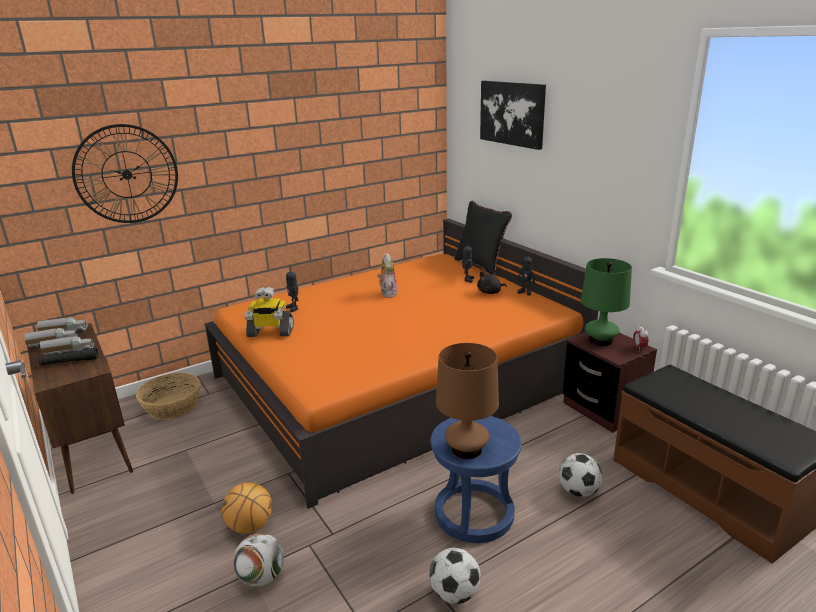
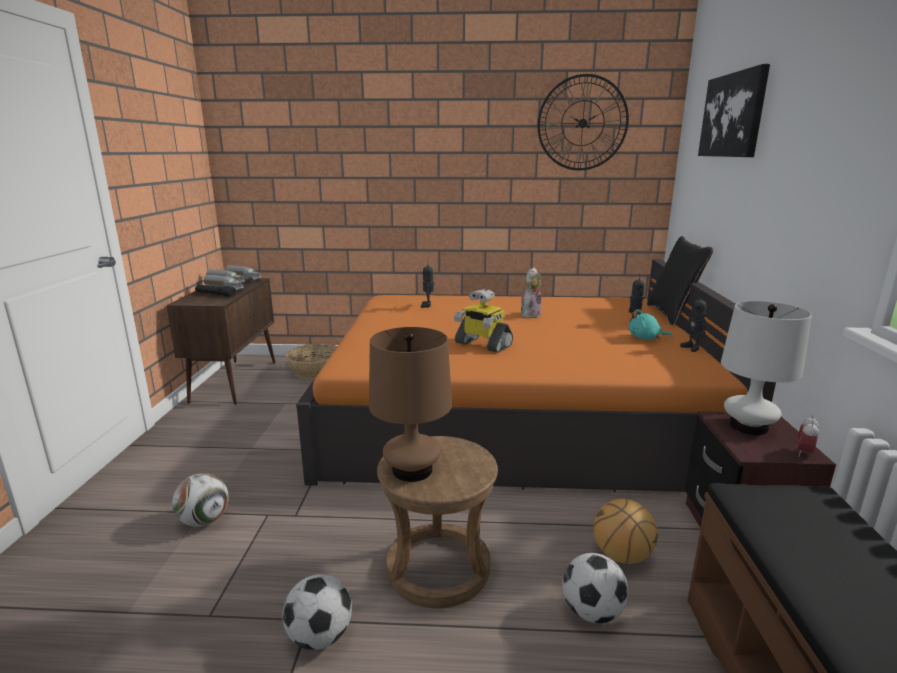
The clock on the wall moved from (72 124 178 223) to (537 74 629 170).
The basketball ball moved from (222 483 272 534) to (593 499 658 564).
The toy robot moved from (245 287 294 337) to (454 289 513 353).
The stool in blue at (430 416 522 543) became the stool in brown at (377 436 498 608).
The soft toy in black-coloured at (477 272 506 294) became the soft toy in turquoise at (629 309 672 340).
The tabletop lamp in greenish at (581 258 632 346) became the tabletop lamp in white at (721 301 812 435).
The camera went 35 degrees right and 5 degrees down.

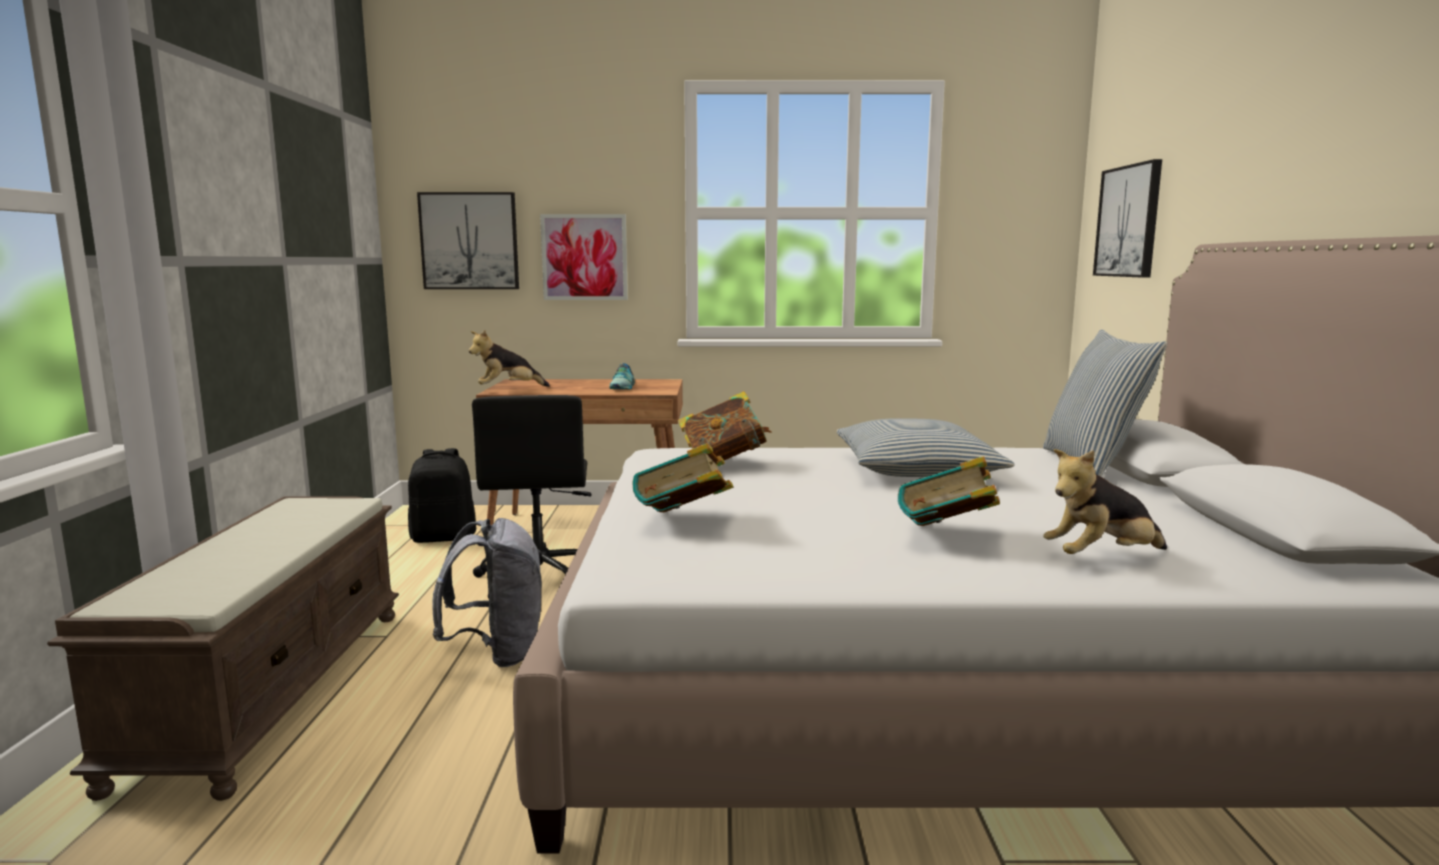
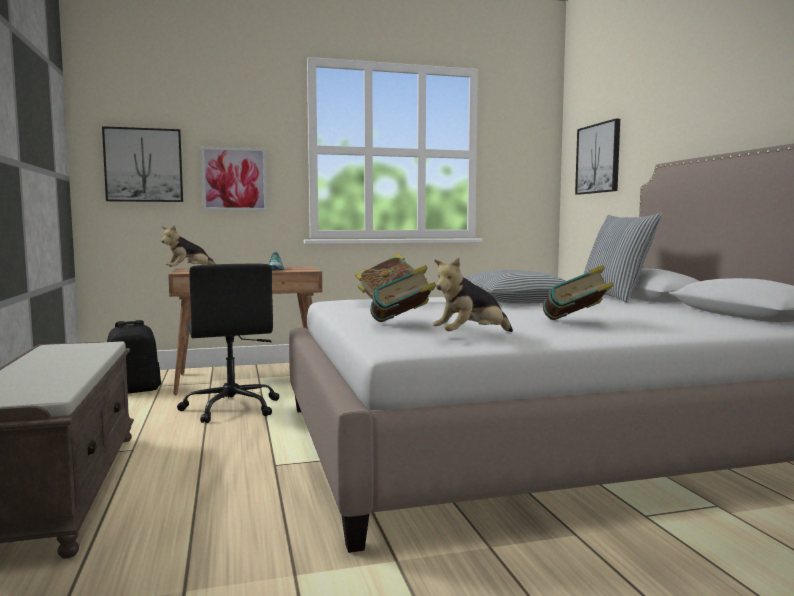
The rucksack in greyish at (432 518 542 667) disappeared.
The soft toy moved from (1043 449 1167 554) to (433 258 513 332).
The camera went 15 degrees left and 5 degrees down.

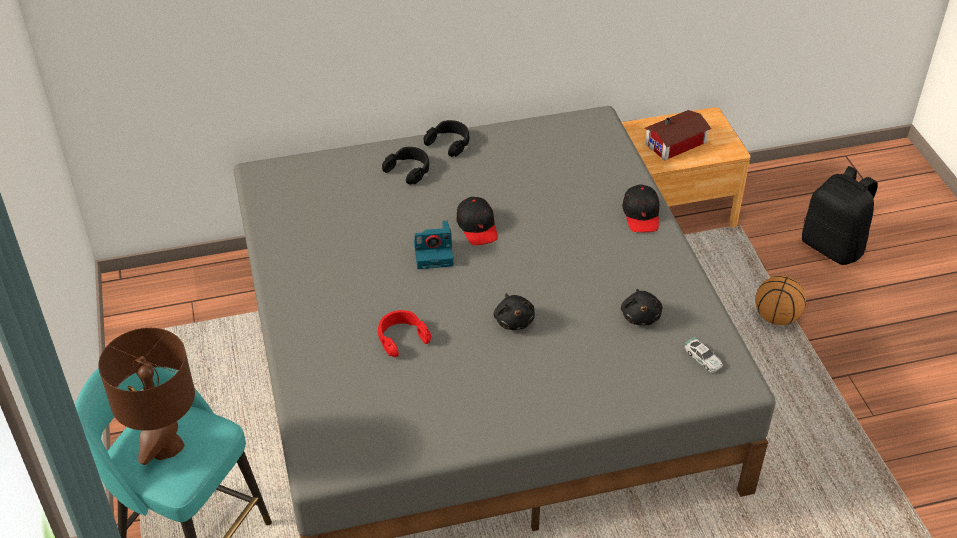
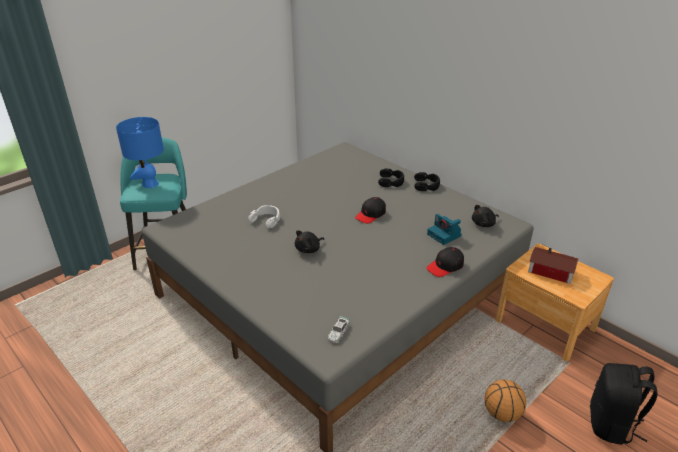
The photo camera moved from (414 221 453 269) to (427 214 462 245).
The soft toy in black-coloured moved from (621 289 662 326) to (472 205 499 227).
The tabletop lamp in brown at (98 328 195 465) became the tabletop lamp in blue at (116 117 164 188).
The headphones in red-coloured at (378 310 431 357) became the headphones in white at (249 205 280 228).
The camera went 60 degrees right and 10 degrees down.

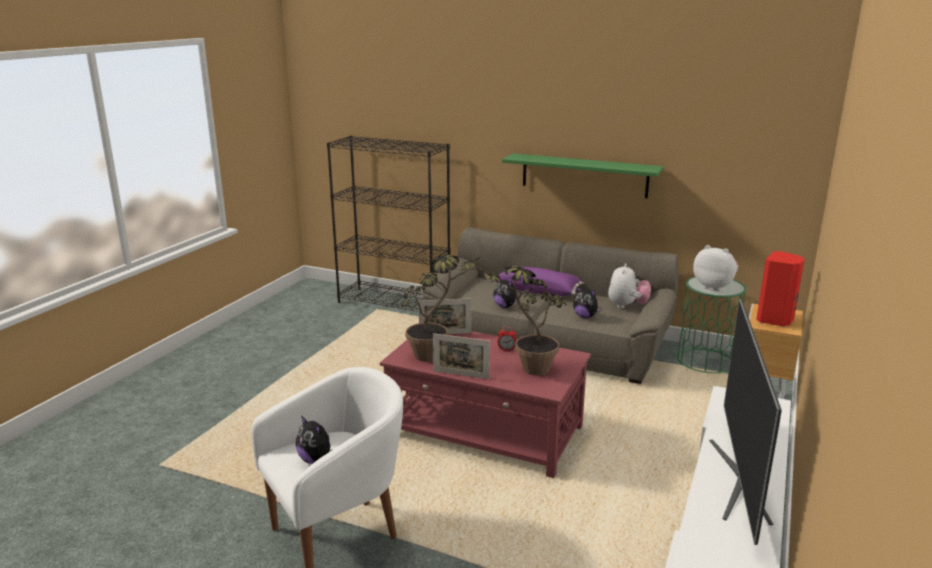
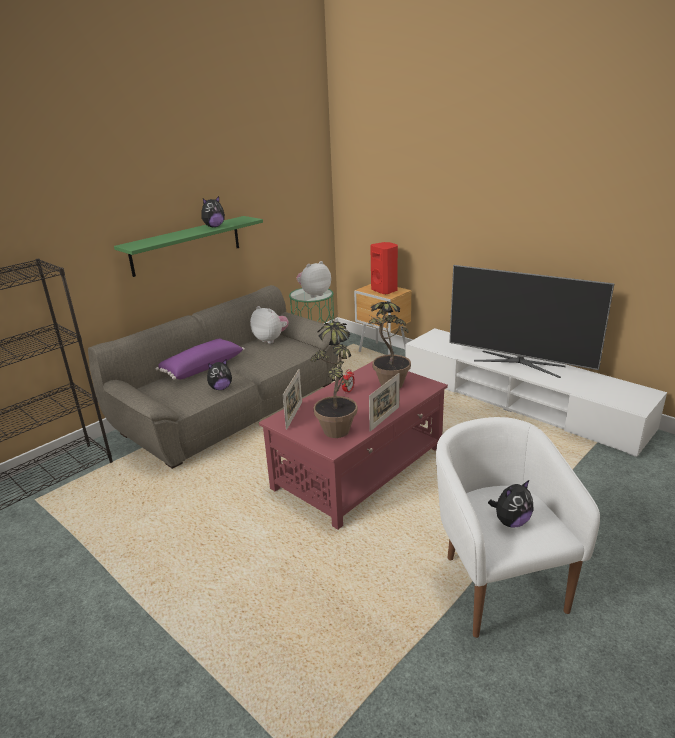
The soft toy moved from (573 287 602 318) to (201 196 225 227).
The camera went 70 degrees left and 5 degrees up.

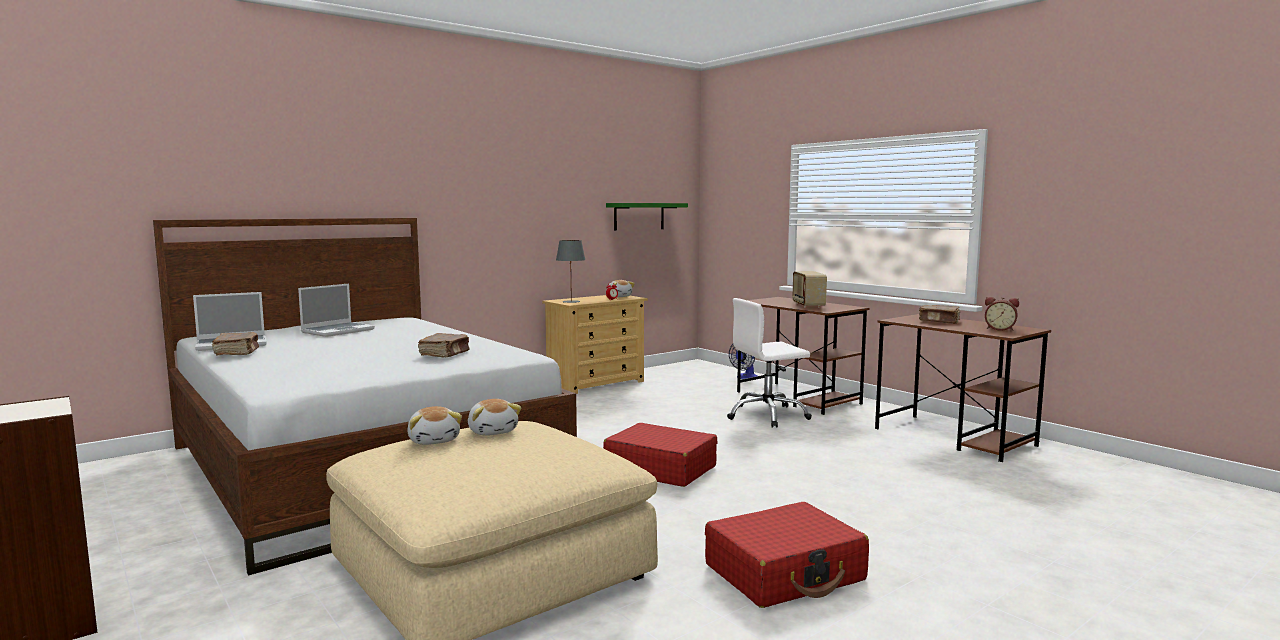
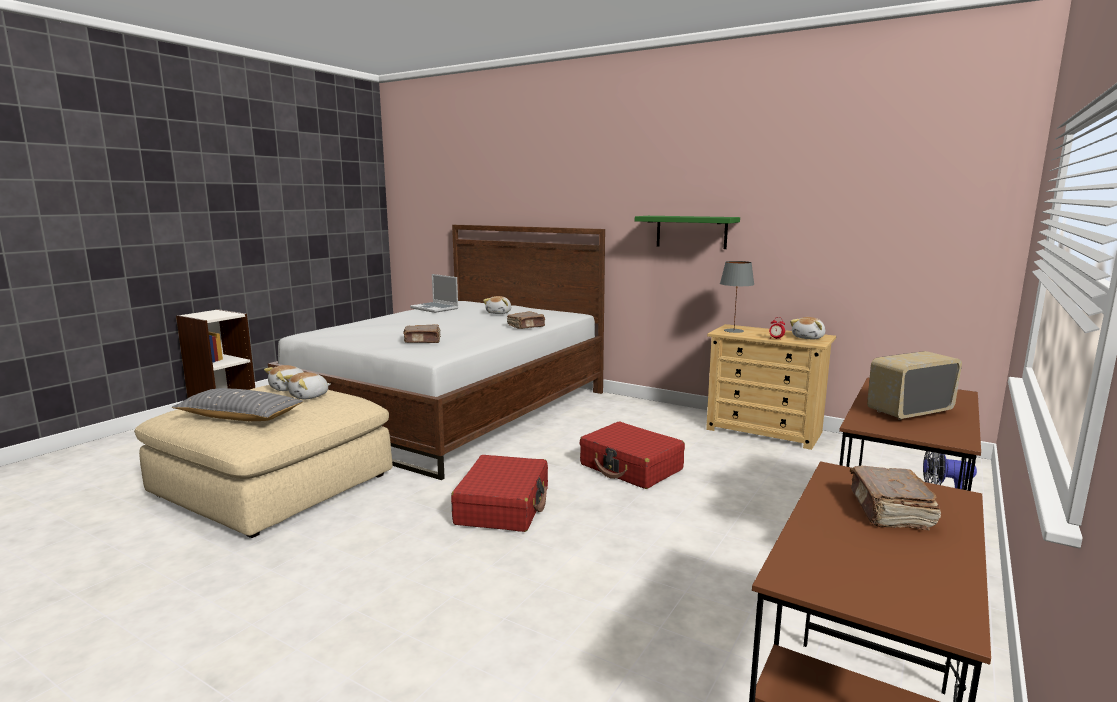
The desk chair in white at (727 298 812 428) disappeared.
The bedside clock at (985 297 1019 331) disappeared.
The pillow in greyish at (172 388 303 421) appeared.
The volume in brown moved from (212 332 259 355) to (507 311 545 329).
The wall shelf in greenish moved from (606 203 688 230) to (635 216 740 249).
The travel case in red-coloured moved from (705 502 869 608) to (579 421 685 489).
The laptop at (298 284 375 337) was replaced by the soft toy at (483 296 511 314).
The camera went 70 degrees right and 5 degrees up.

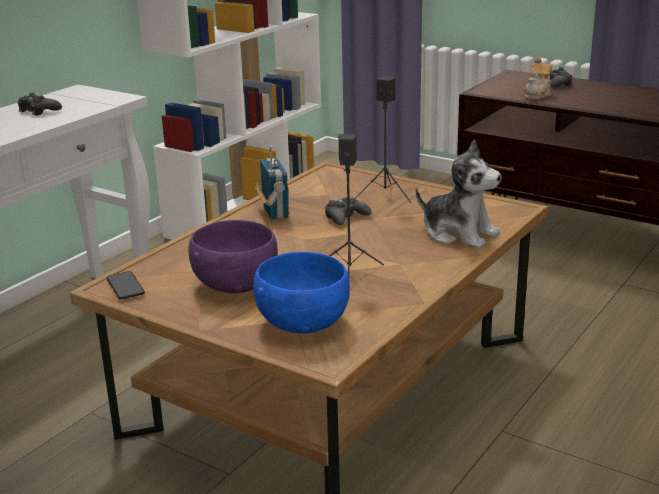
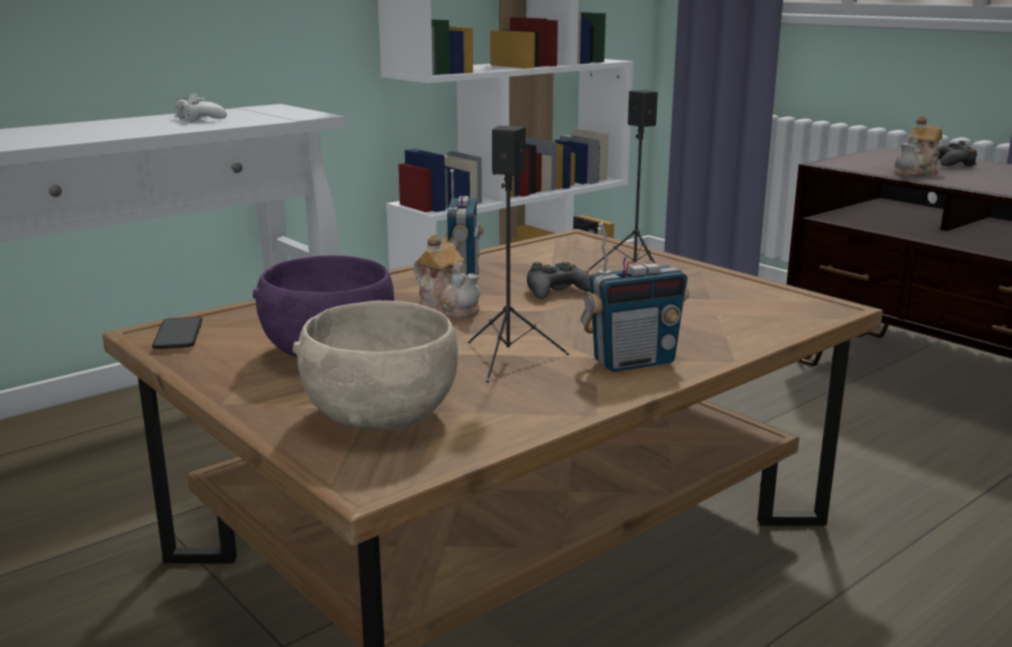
The soft toy at (415 140 502 248) disappeared.
The tea pot at (414 234 480 318) appeared.
The radio at (581 222 689 372) appeared.
The gamepad in black-coloured at (18 93 62 116) became the gamepad in white at (175 95 227 122).
The serving bowl in blue at (253 252 350 333) became the serving bowl in beige-coloured at (293 301 458 430).
The camera went 15 degrees right and 5 degrees down.

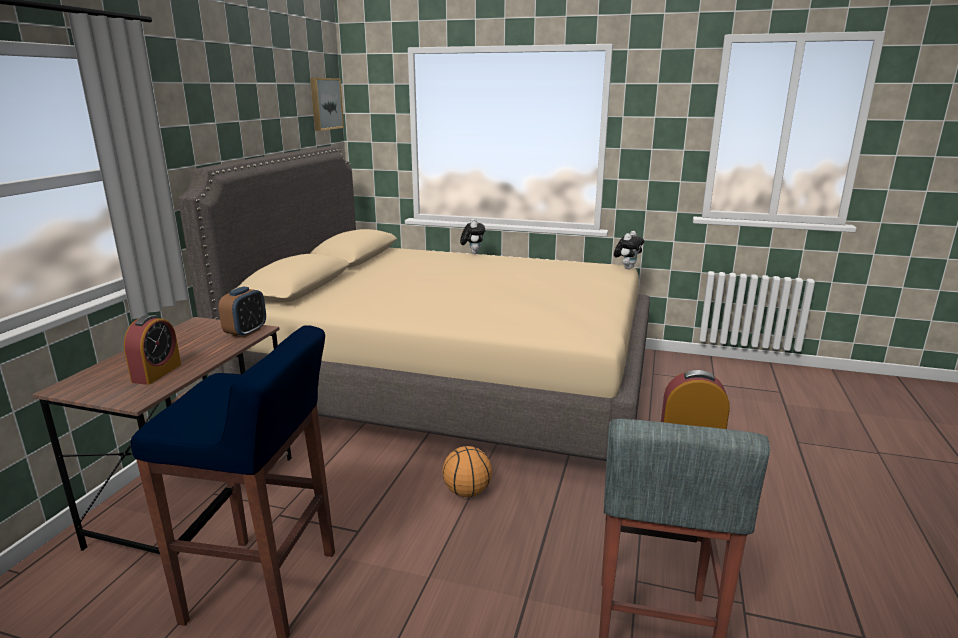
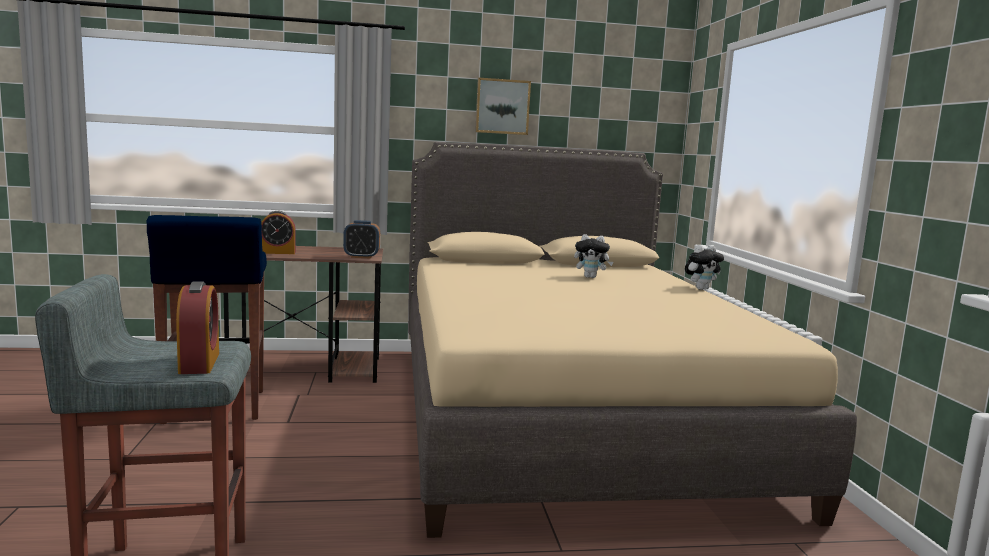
The basketball ball at (442 446 492 497) disappeared.
The wall picture moved from (310 78 344 131) to (475 78 531 135).
The soft toy moved from (614 231 644 269) to (574 234 614 278).
The camera went 65 degrees right and 10 degrees down.

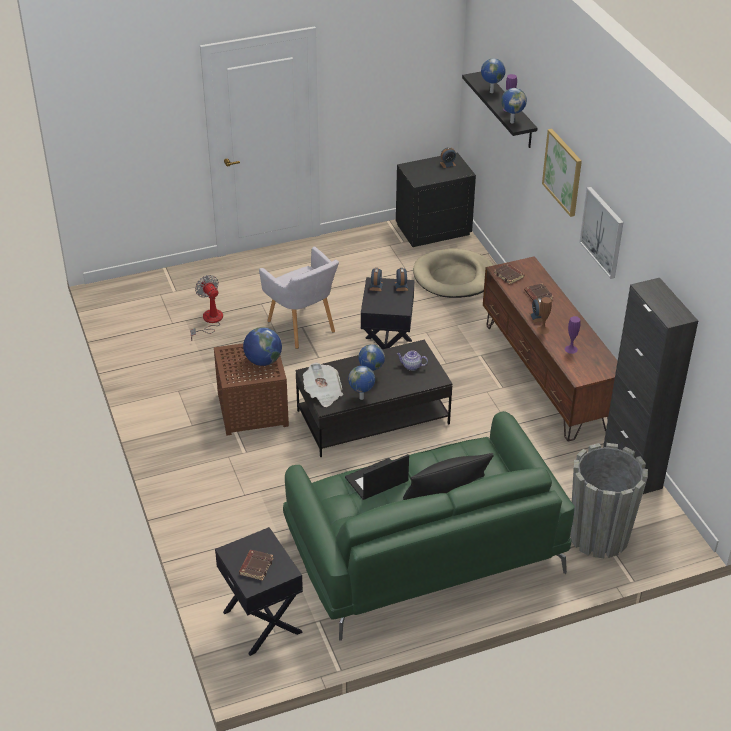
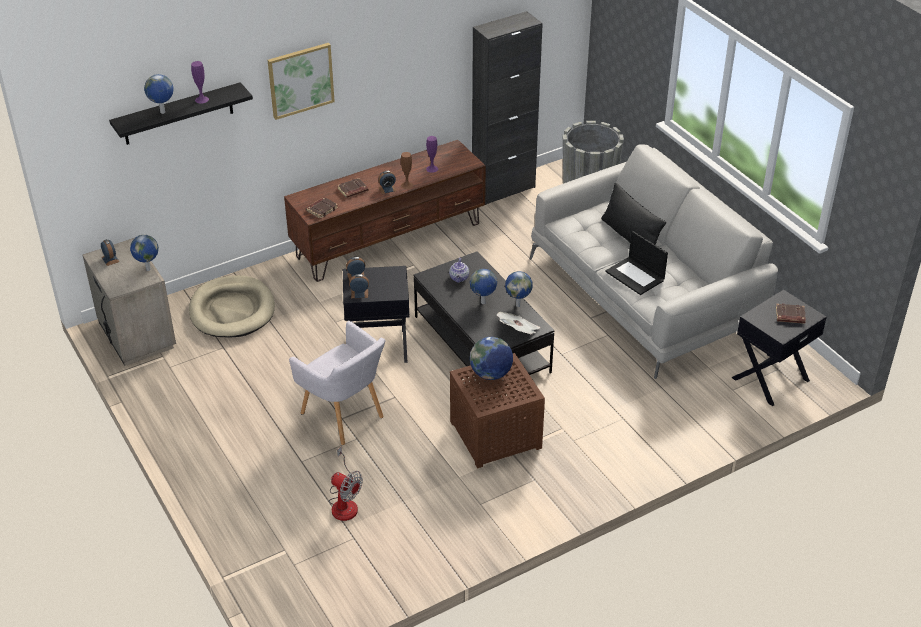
The wall picture at (579 187 624 279) disappeared.
The globe moved from (501 88 527 123) to (130 235 159 271).
The settee in greenish at (283 411 575 641) became the settee in greyish at (530 144 778 379).
The bedside table in black-coloured at (396 152 476 247) became the bedside table in beige-coloured at (82 238 176 366).
The cooling fan at (190 275 223 341) turned 105 degrees counterclockwise.
The armchair in greyish at (259 246 339 349) turned 90 degrees clockwise.
The camera went 100 degrees left and 0 degrees up.

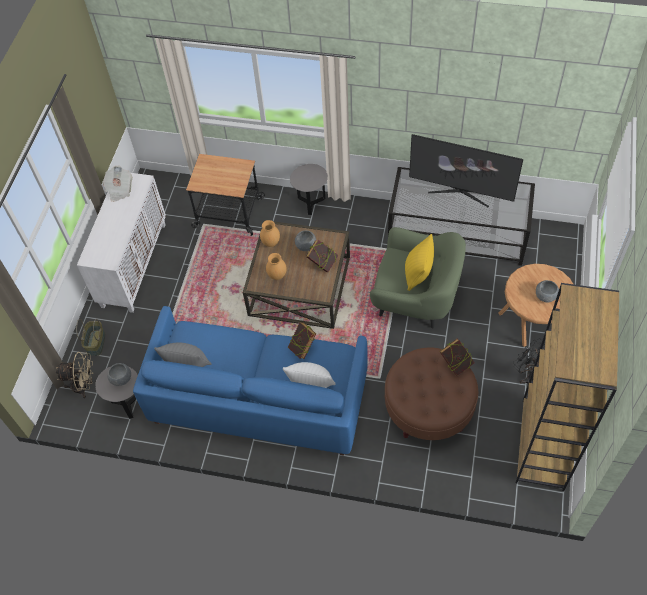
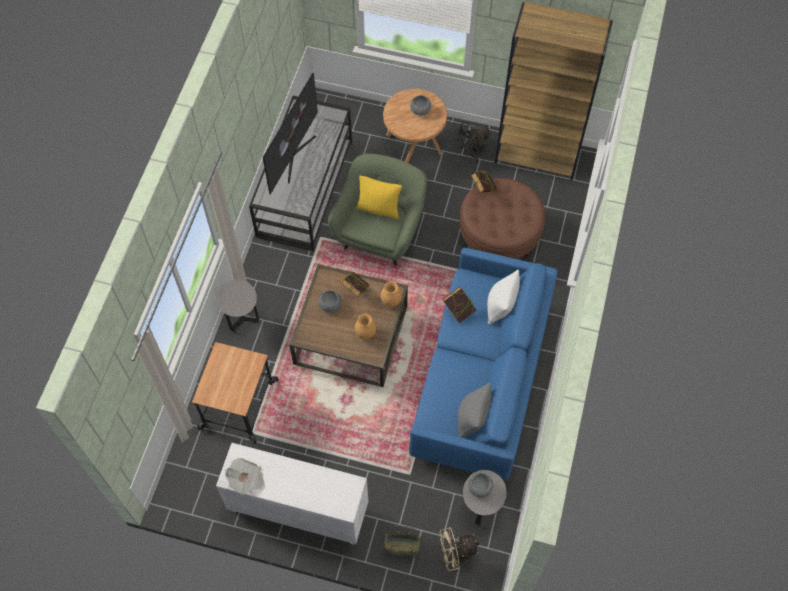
The flower vase in brown moved from (260 220 280 247) to (381 281 402 307).
The cooling fan in beige-coloured at (56 352 93 398) turned 105 degrees counterclockwise.
The camera went 90 degrees left and 5 degrees up.

